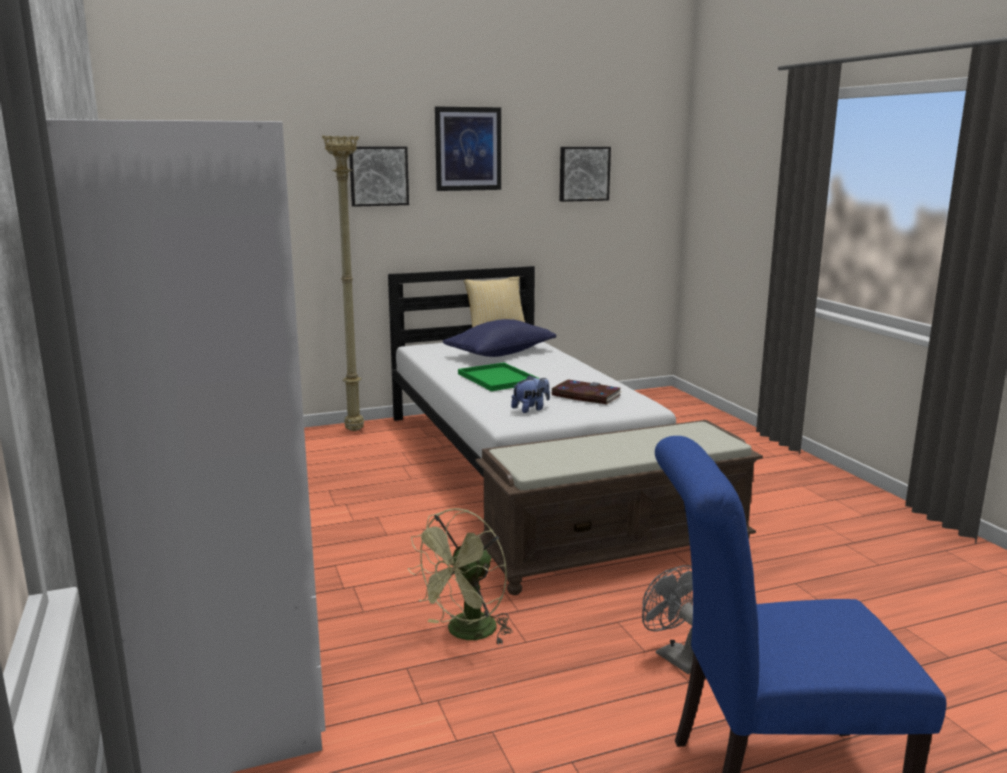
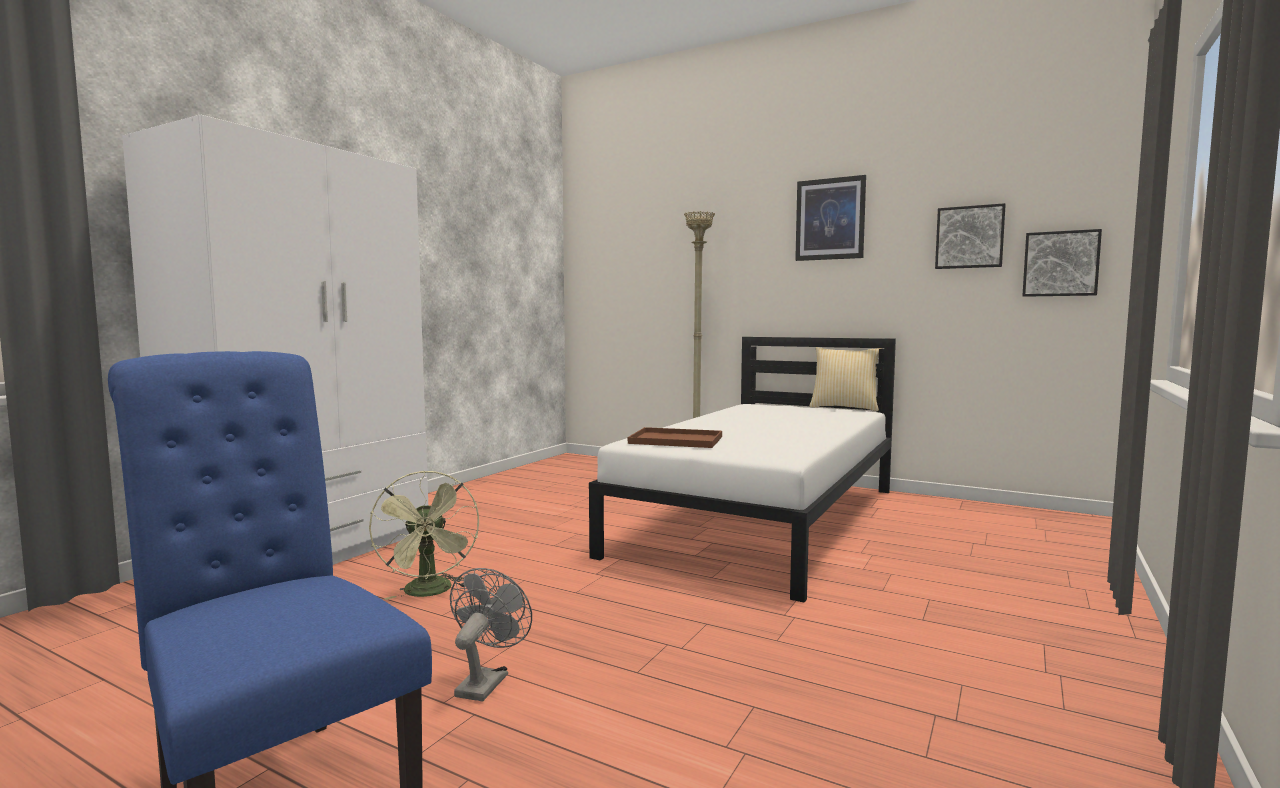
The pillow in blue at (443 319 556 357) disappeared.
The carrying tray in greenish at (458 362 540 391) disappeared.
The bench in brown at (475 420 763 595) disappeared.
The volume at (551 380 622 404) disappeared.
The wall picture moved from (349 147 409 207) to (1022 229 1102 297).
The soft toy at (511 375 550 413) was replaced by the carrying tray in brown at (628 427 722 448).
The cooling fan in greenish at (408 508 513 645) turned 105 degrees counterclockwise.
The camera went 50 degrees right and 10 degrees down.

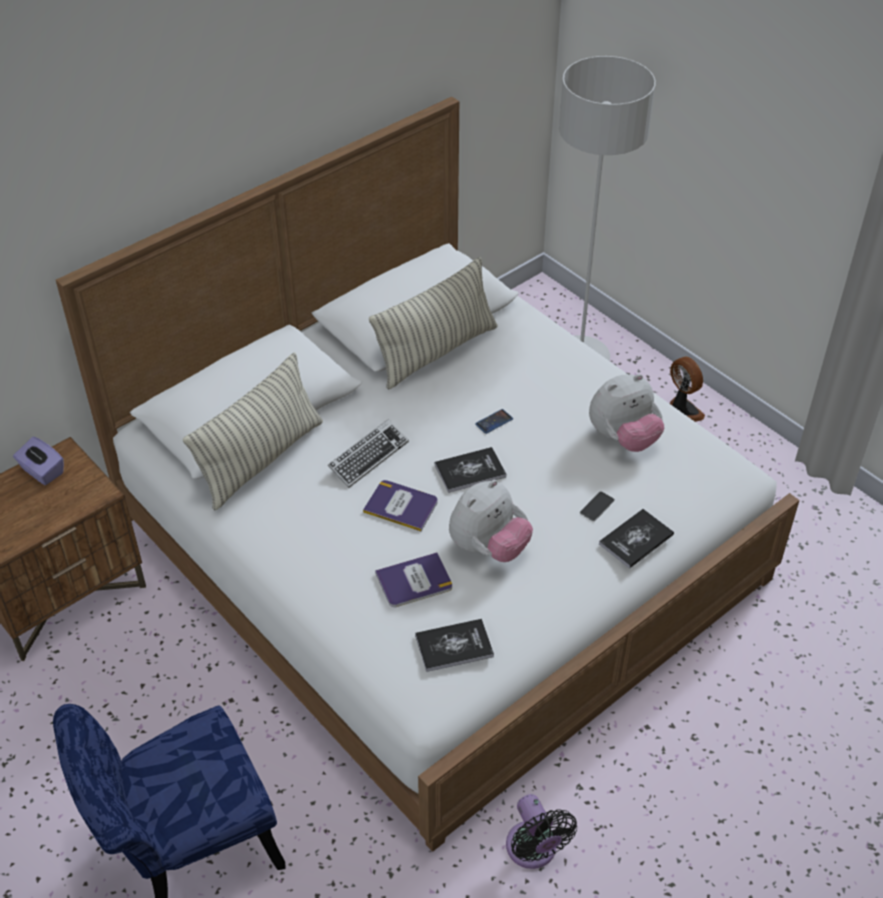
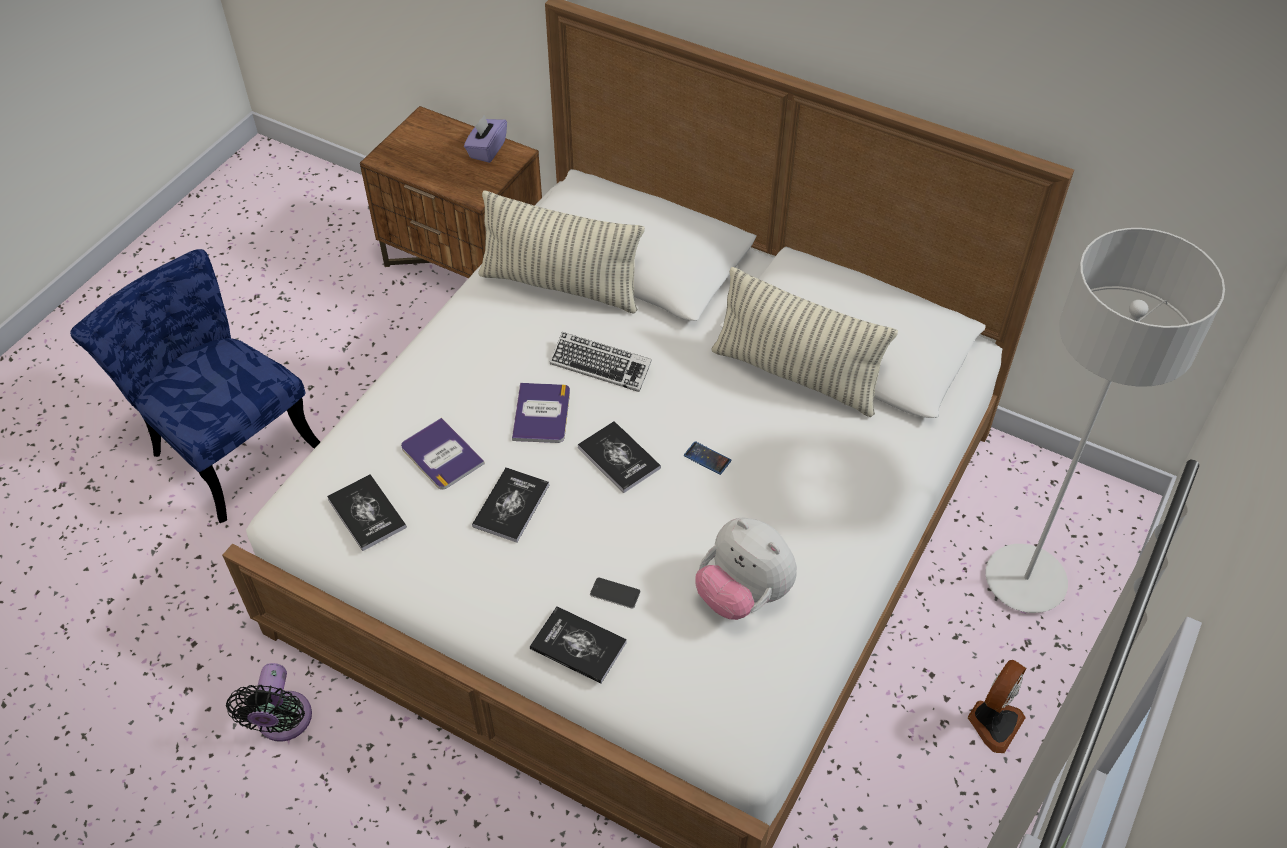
The soft toy at (449 480 533 562) was replaced by the volume at (472 467 549 543).
The cooling fan in black-coloured at (506 794 577 869) turned 45 degrees counterclockwise.
The camera went 70 degrees right and 5 degrees up.

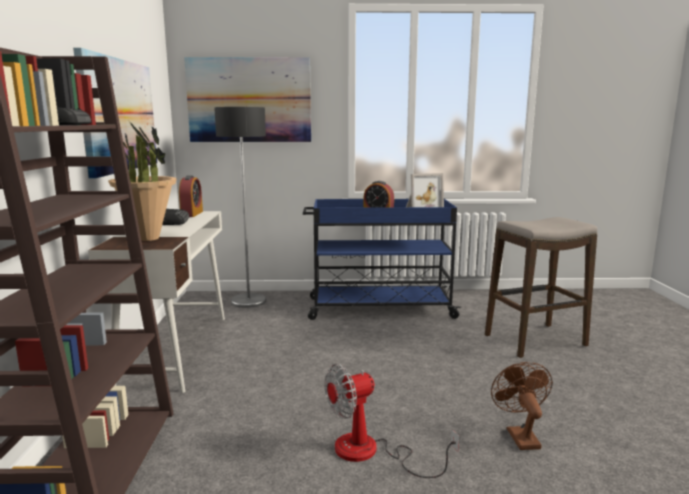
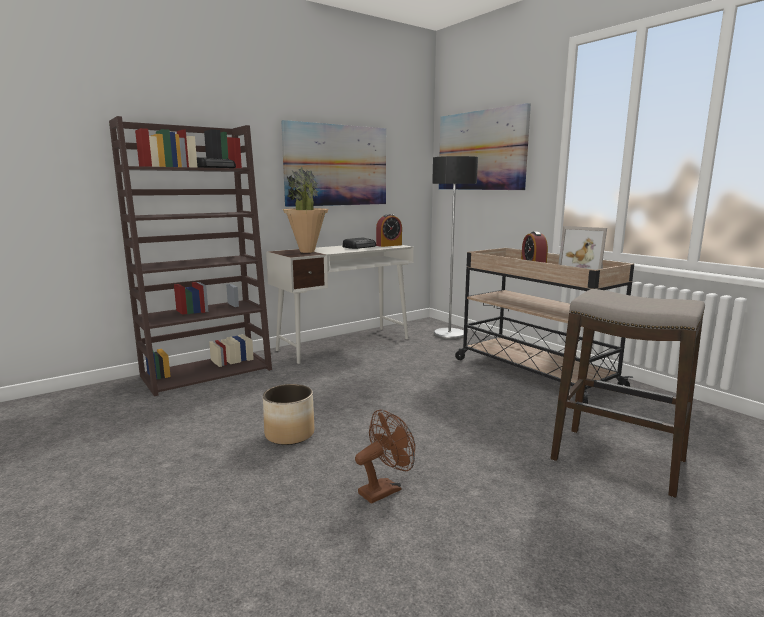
The cooling fan at (324 364 460 478) was replaced by the planter at (263 384 314 445).
The cart in blue at (303 199 461 320) became the cart in beige-coloured at (455 248 634 404).
The camera went 55 degrees right and 0 degrees up.

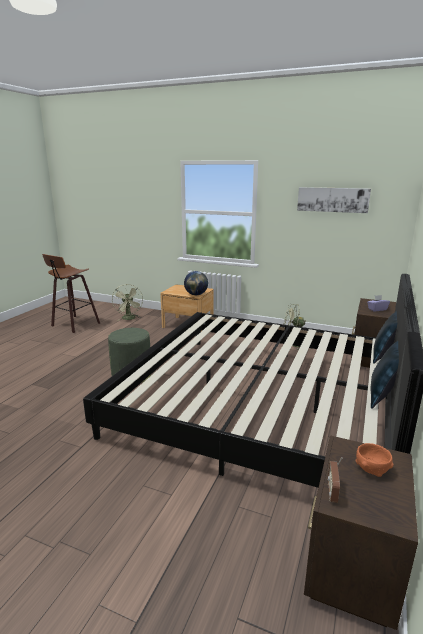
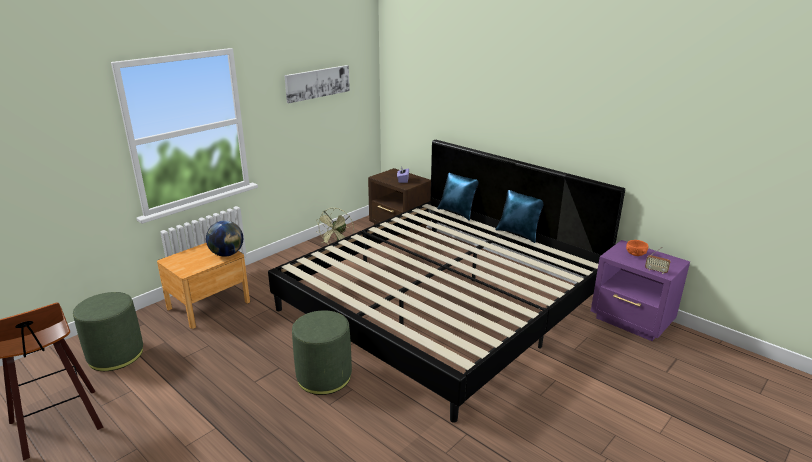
The cooling fan in greenish at (112 284 143 321) was replaced by the pouffe in greenish at (73 292 143 371).
The bedside table in brown at (304 435 418 630) became the bedside table in purple at (591 240 690 341).
The camera went 70 degrees left and 5 degrees up.

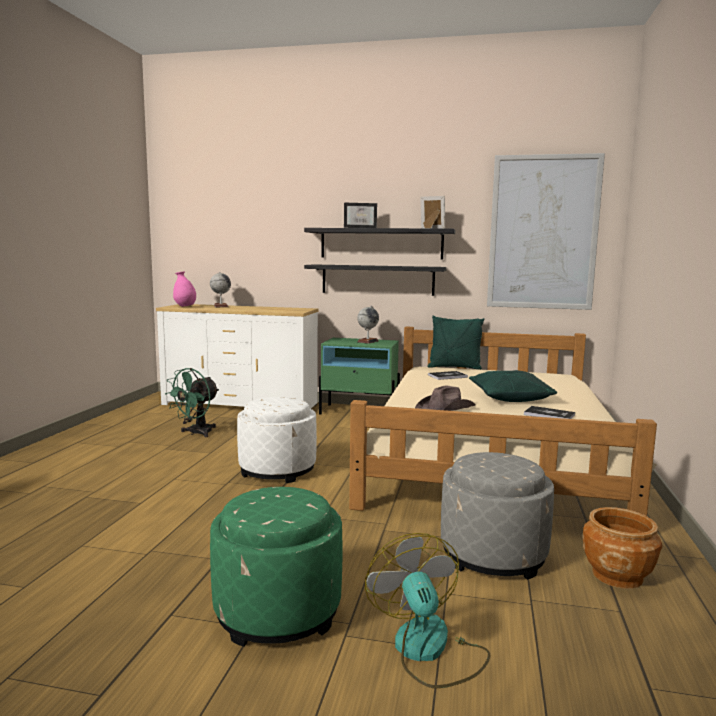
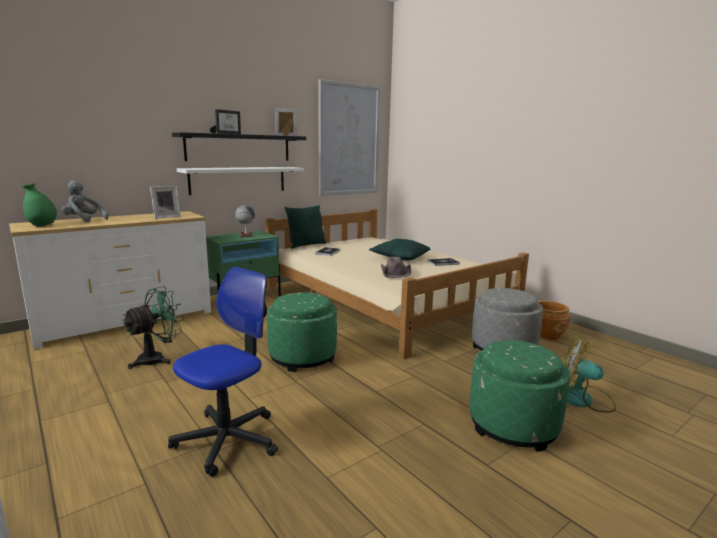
The picture frame at (150 186 181 219) appeared.
The desk chair at (168 267 278 477) appeared.
The globe at (210 272 231 307) was replaced by the soft toy in greyish at (61 181 108 222).
The flower vase in pink-coloured at (173 272 196 307) became the flower vase in greenish at (22 183 57 227).
The pouffe in white at (237 397 317 483) became the pouffe in greenish at (267 292 337 372).
The wall shelf in black-coloured at (304 264 446 296) became the wall shelf in white at (177 167 304 195).
The cooling fan in greenish at (165 368 219 437) turned 120 degrees counterclockwise.
The camera went 50 degrees left and 5 degrees up.

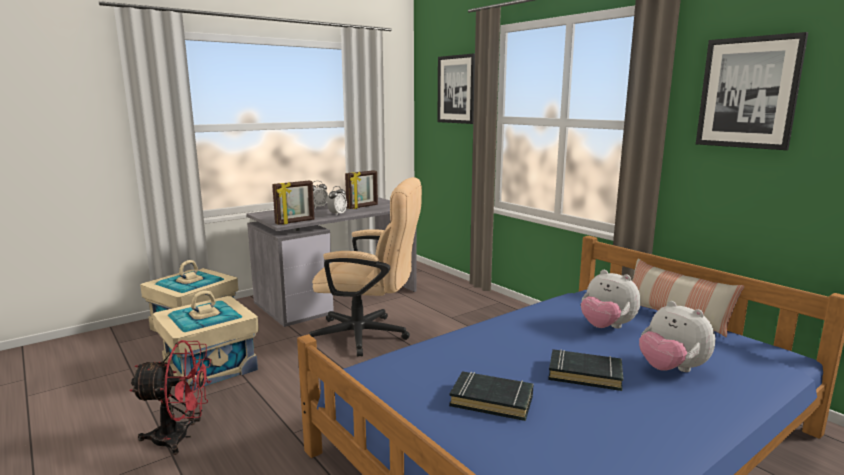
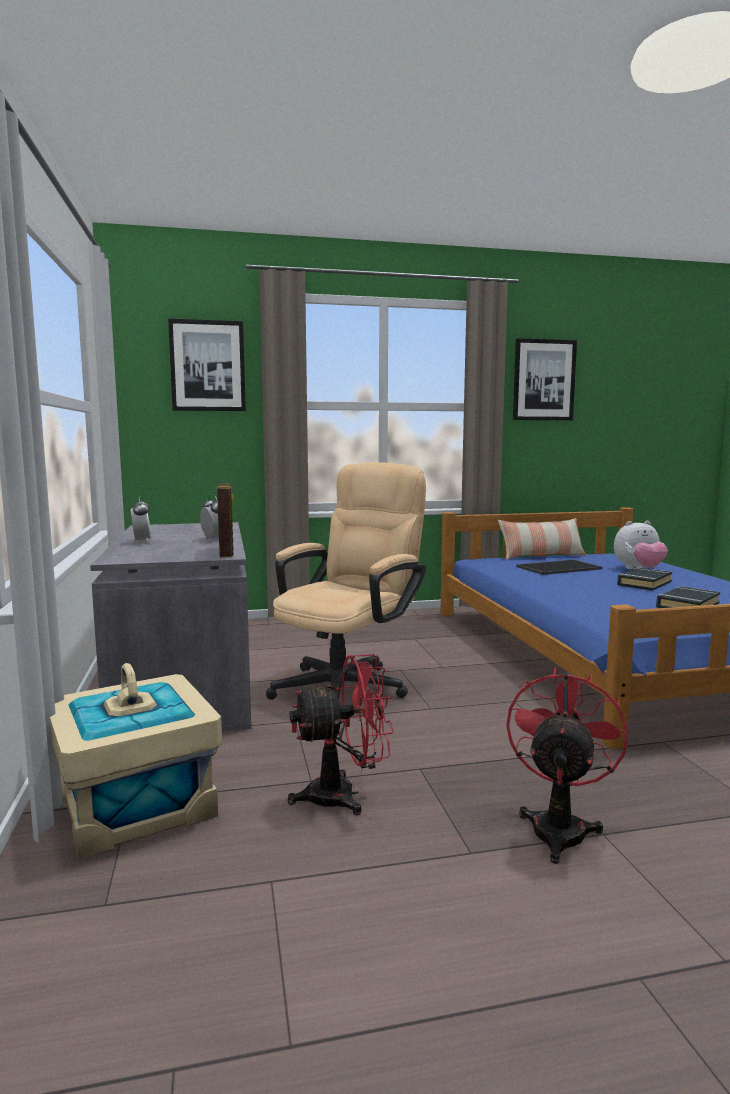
The picture frame at (345 170 378 209) disappeared.
The storage box in beige-coloured at (152 291 259 393) was replaced by the cooling fan in red-coloured at (288 654 394 815).
The soft toy at (581 270 641 328) was replaced by the carrying tray at (516 559 602 575).
The camera went 65 degrees left and 5 degrees down.

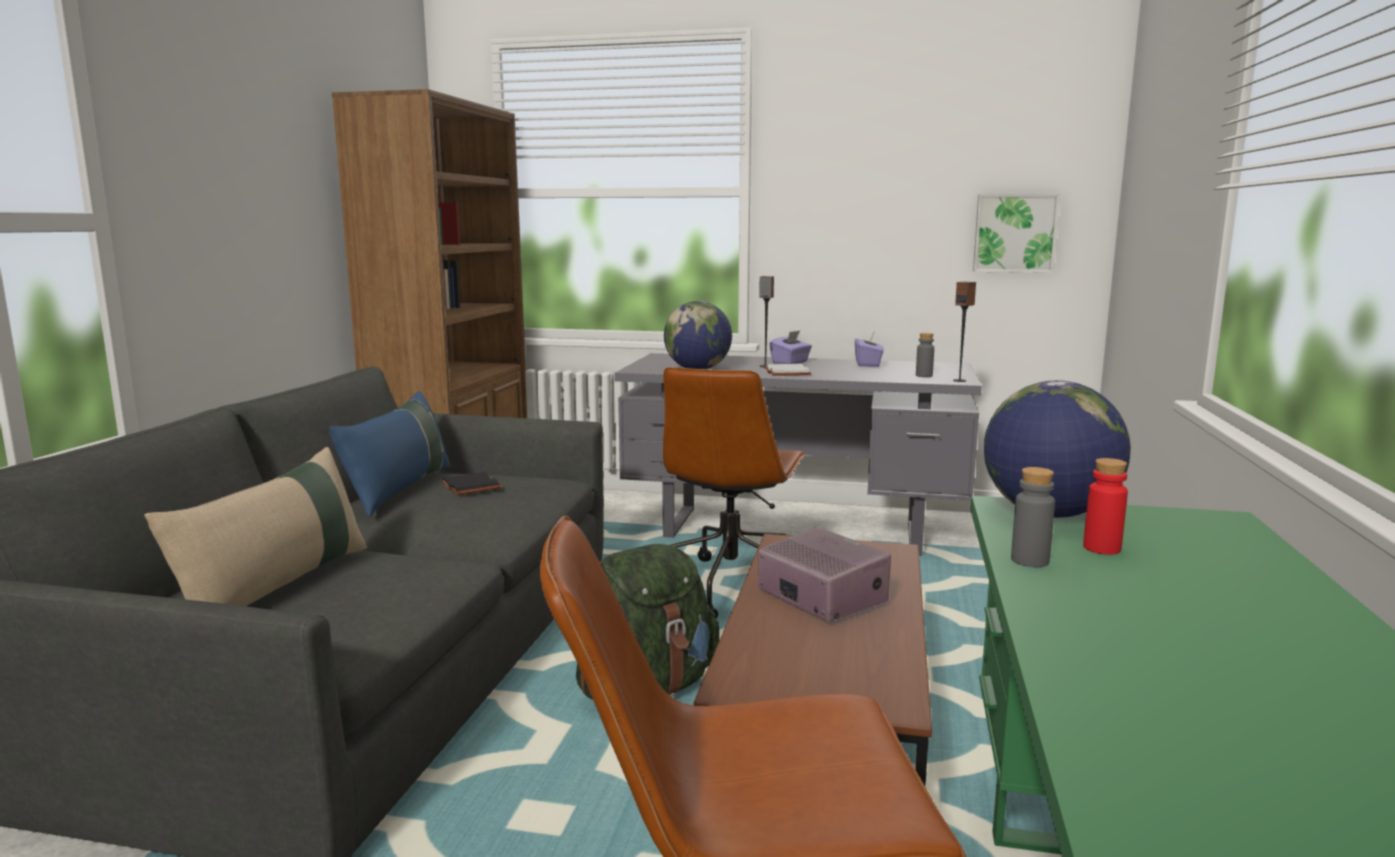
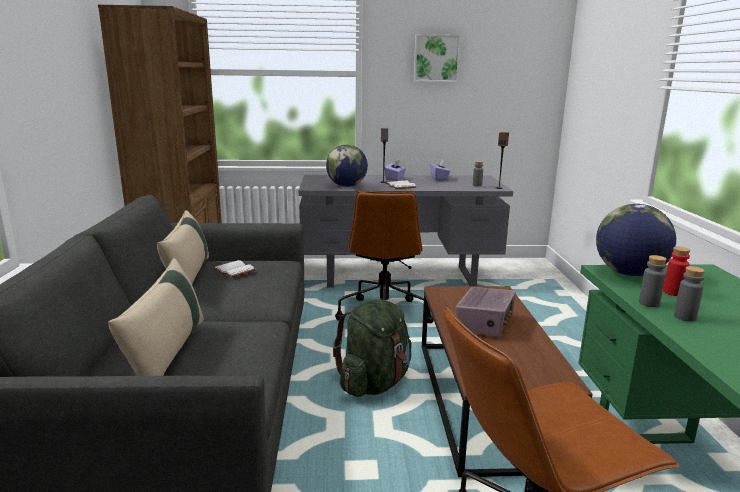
The drink bottle in greyish at (674 266 705 322) appeared.
The wall picture moved from (973 194 1060 273) to (414 34 461 82).
The pillow in blue at (329 391 450 517) became the pillow in beige-coloured at (157 210 209 284).
The volume in black-coloured at (441 472 502 495) became the volume in white at (213 260 256 278).
The radio at (759 527 891 621) turned 75 degrees clockwise.
The camera went 15 degrees left and 5 degrees up.

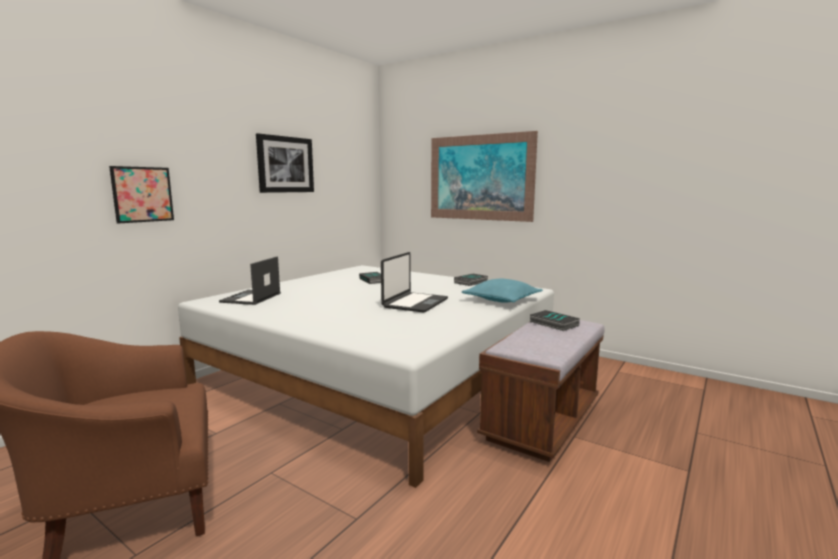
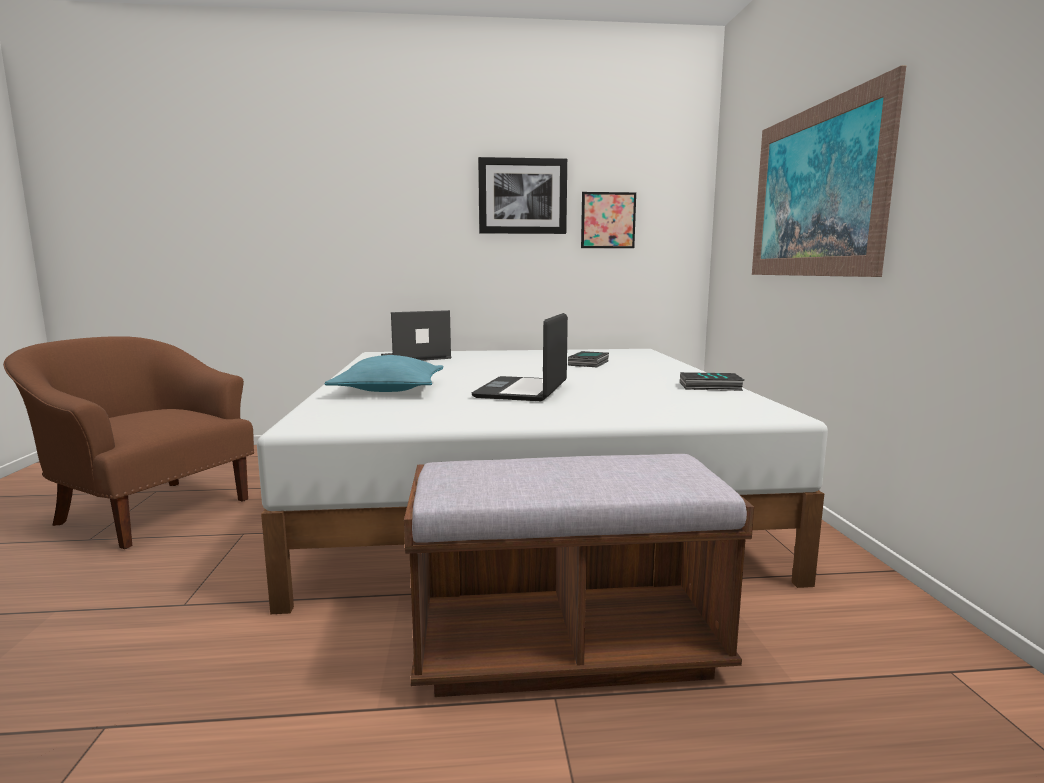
The volume at (529 310 580 331) disappeared.
The wall picture moved from (109 166 174 223) to (581 192 636 248).
The pillow in turquoise moved from (461 279 543 303) to (325 355 444 392).
The laptop at (381 252 448 313) turned 120 degrees clockwise.
The camera went 50 degrees right and 0 degrees up.

